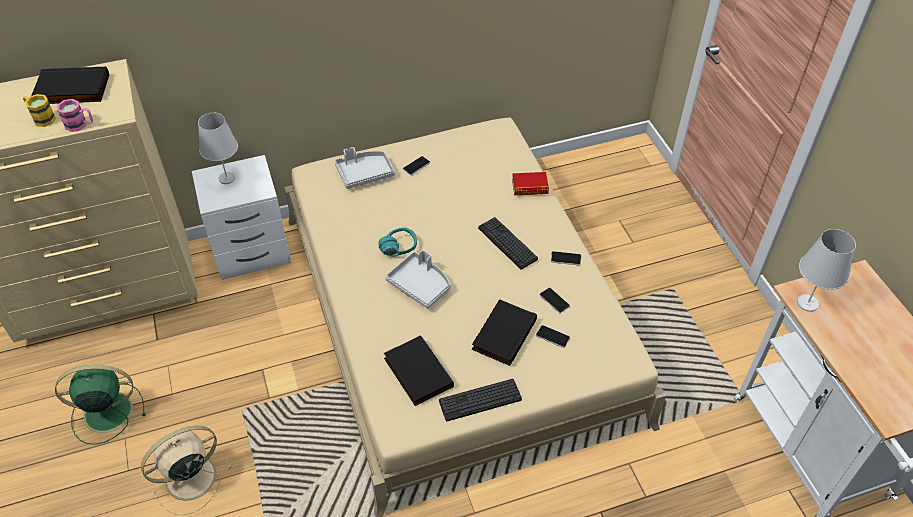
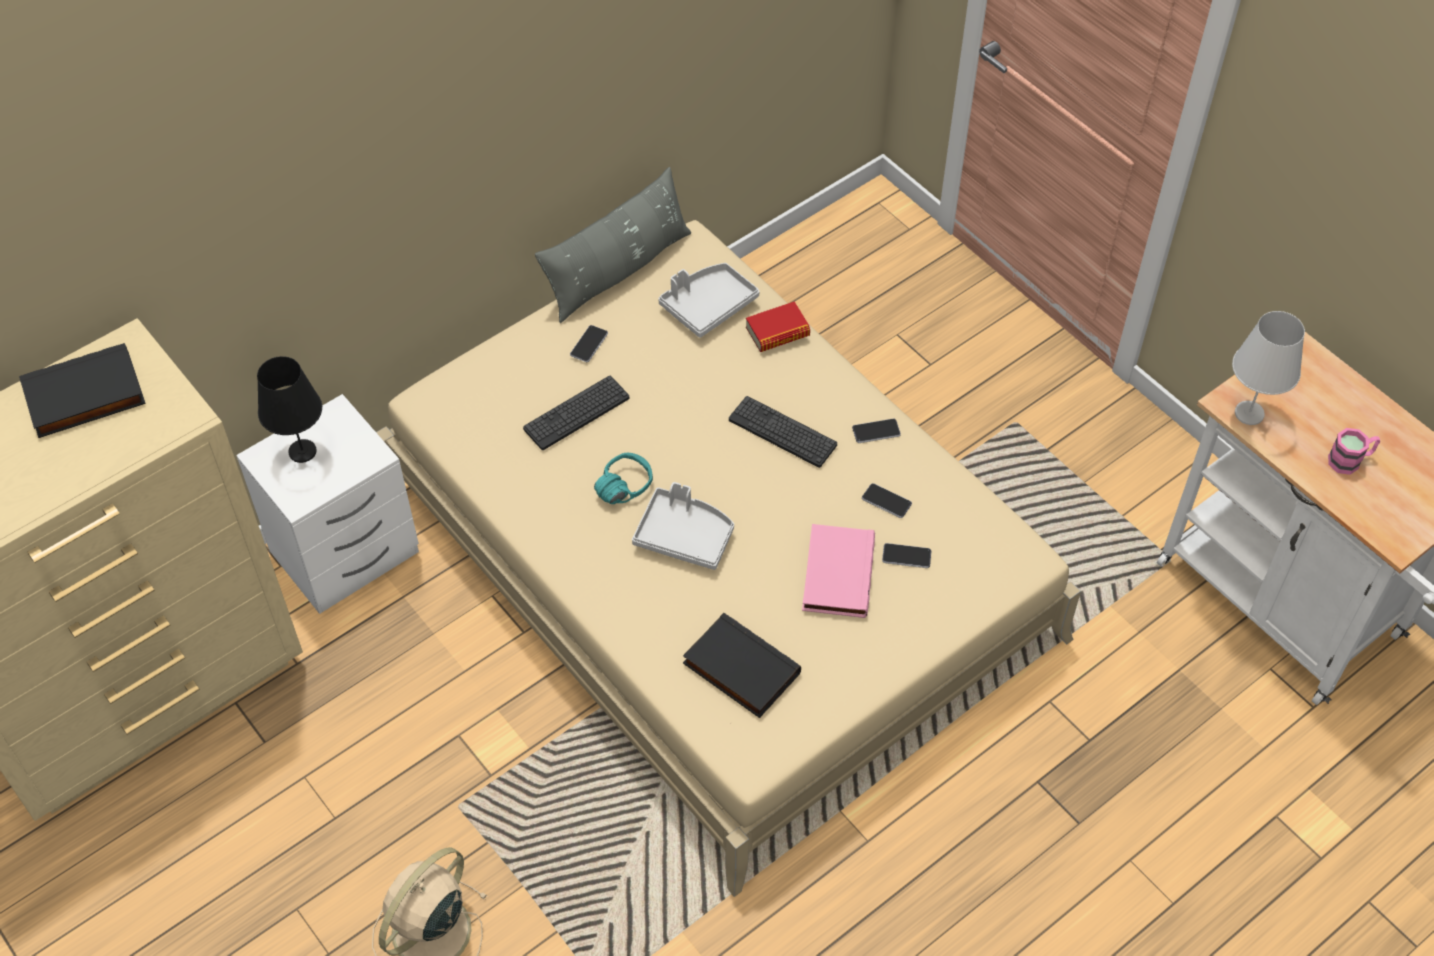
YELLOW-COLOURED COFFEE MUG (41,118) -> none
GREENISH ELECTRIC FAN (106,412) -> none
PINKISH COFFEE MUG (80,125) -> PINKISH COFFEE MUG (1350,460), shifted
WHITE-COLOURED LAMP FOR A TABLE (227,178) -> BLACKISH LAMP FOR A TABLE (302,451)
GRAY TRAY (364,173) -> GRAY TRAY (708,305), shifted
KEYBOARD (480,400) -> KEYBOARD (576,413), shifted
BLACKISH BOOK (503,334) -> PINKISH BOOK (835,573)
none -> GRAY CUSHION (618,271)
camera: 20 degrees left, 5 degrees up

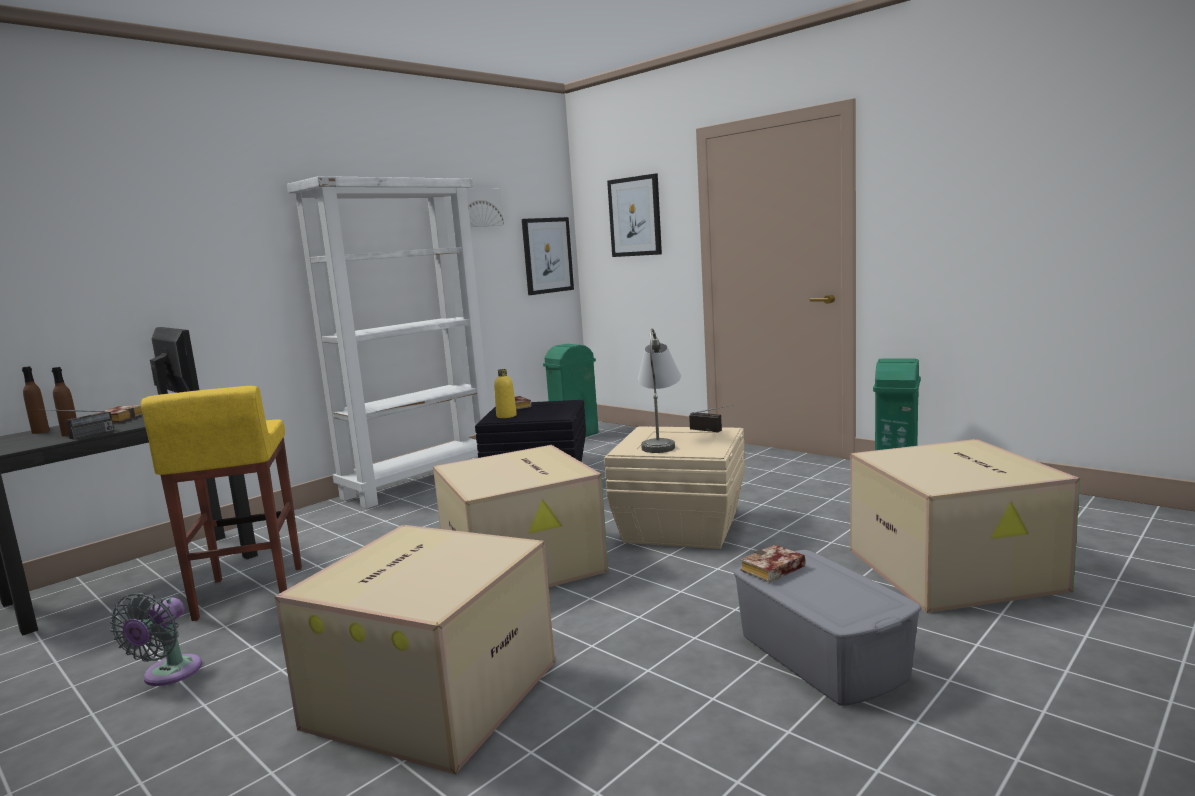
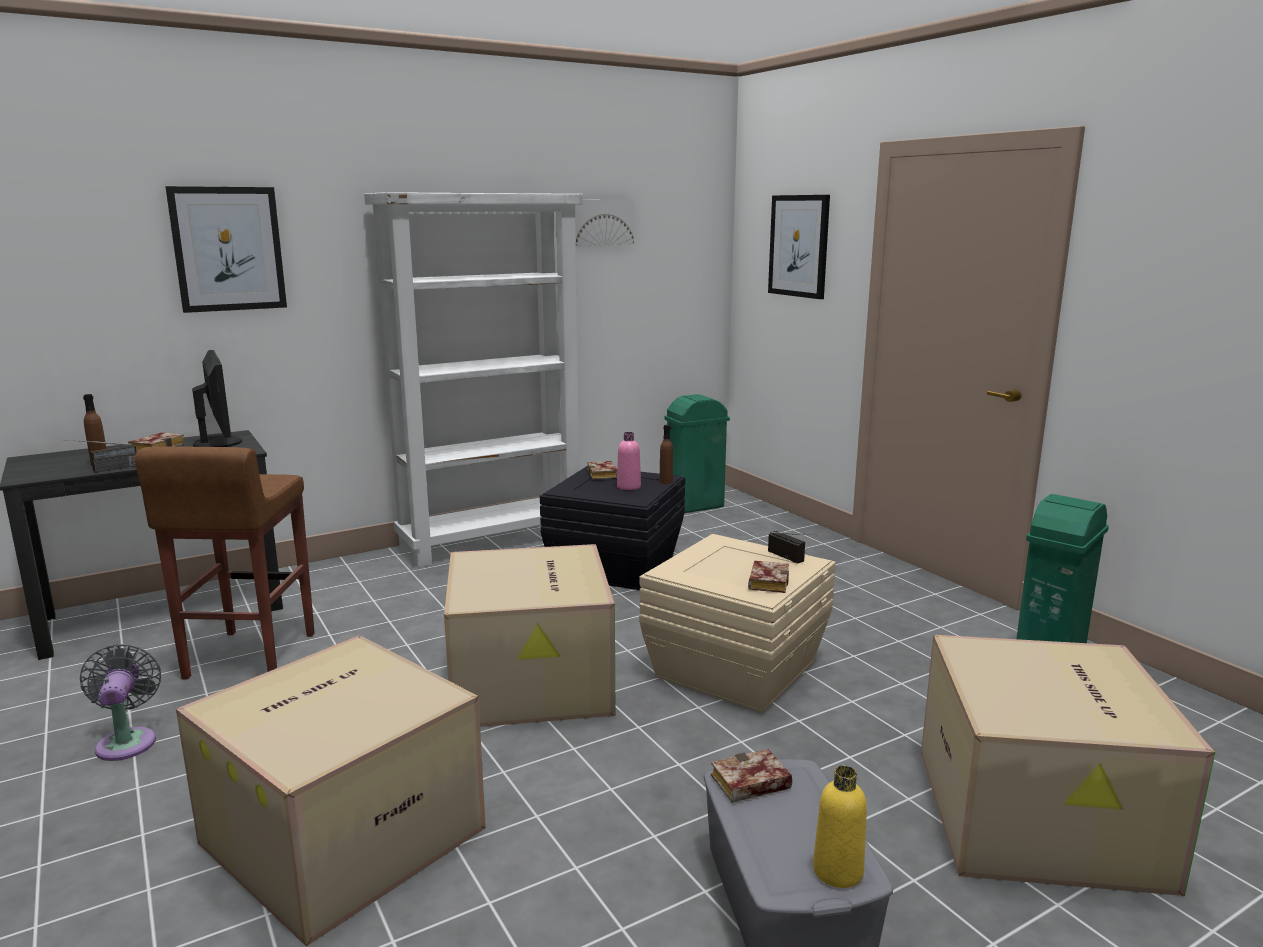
BROWN-COLOURED BEVERAGE BOTTLE (40,431) -> BROWN-COLOURED BEVERAGE BOTTLE (666,482), shifted
GRAY ELECTRIC FAN (168,674) -> GRAY ELECTRIC FAN (127,741), 135 degrees clockwise
YELLOW-COLOURED STOOL SEAT (248,593) -> BROWN-COLOURED STOOL SEAT (248,656)
YELLOW-COLOURED BEVERAGE BOTTLE (506,416) -> YELLOW-COLOURED BEVERAGE BOTTLE (837,871), shifted
WALL PICTURE (547,255) -> WALL PICTURE (228,249), shifted
GRAY LAMP FOR A TABLE (661,442) -> none
none -> PINKISH BEVERAGE BOTTLE (628,487)
none -> BOOK (767,581)
camera: 15 degrees right, 5 degrees up

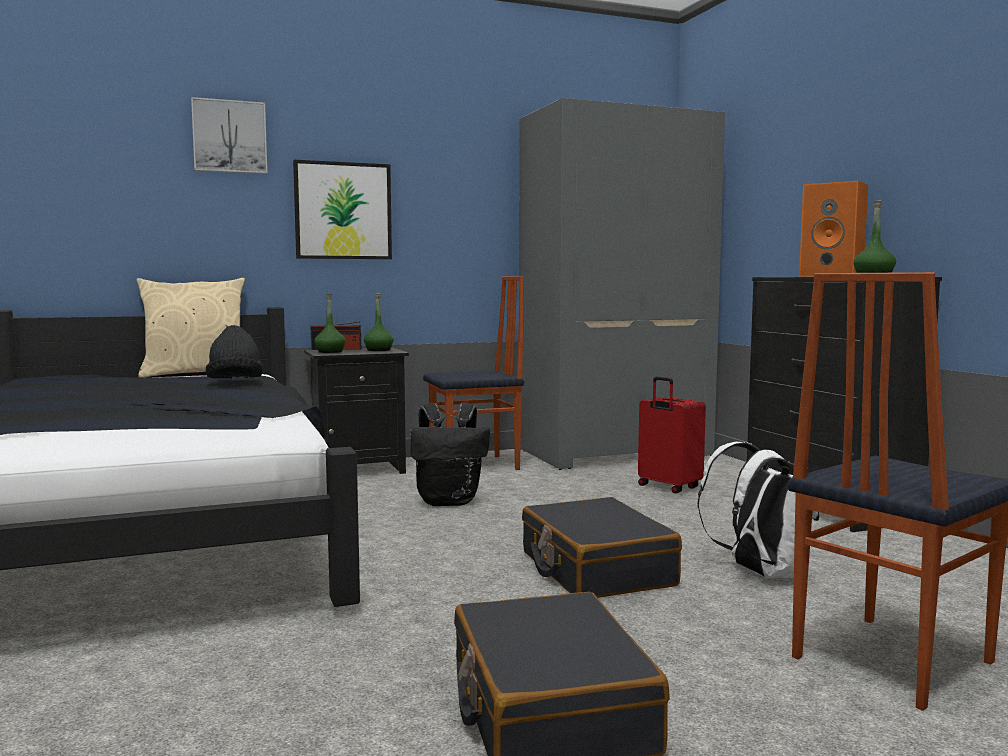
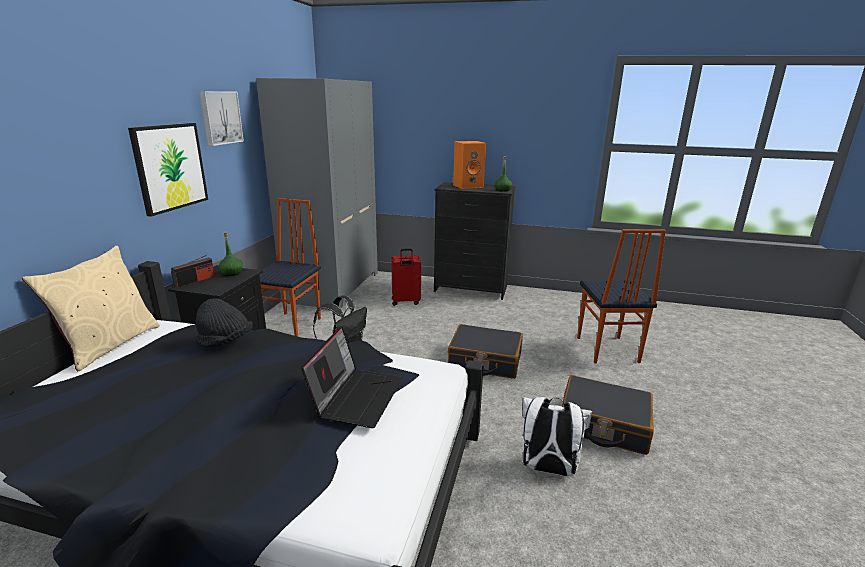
WALL PICTURE (229,137) -> WALL PICTURE (220,117), shifted
GREENISH BEVERAGE BOTTLE (330,352) -> none
WHITE-COLOURED RUCKSACK (759,572) -> WHITE-COLOURED RUCKSACK (548,469), shifted
none -> LAPTOP (357,396)
camera: 55 degrees left, 15 degrees up

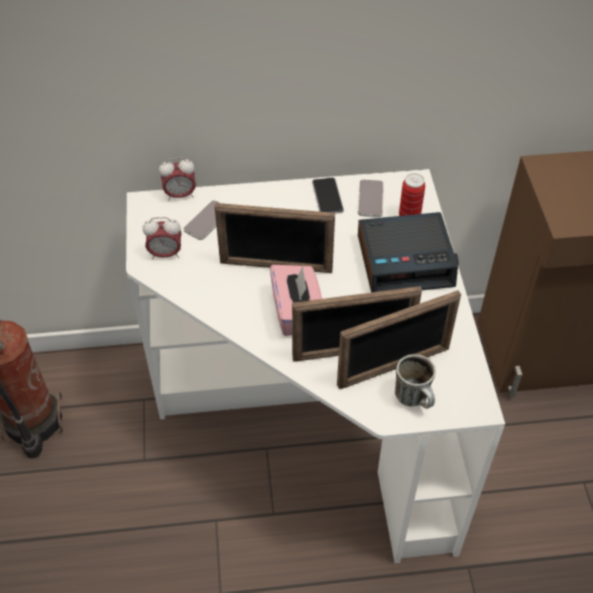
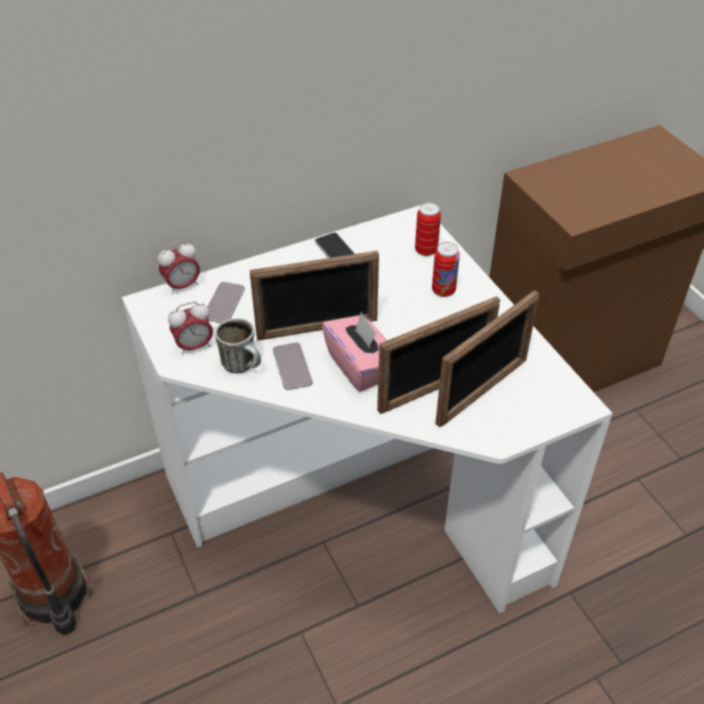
PHONE (370,199) -> PHONE (292,367), shifted
BEDSIDE CLOCK (406,260) -> SEALED CAN (443,291)
COFFEE MUG (415,399) -> COFFEE MUG (244,366), shifted
camera: 20 degrees left, 5 degrees down

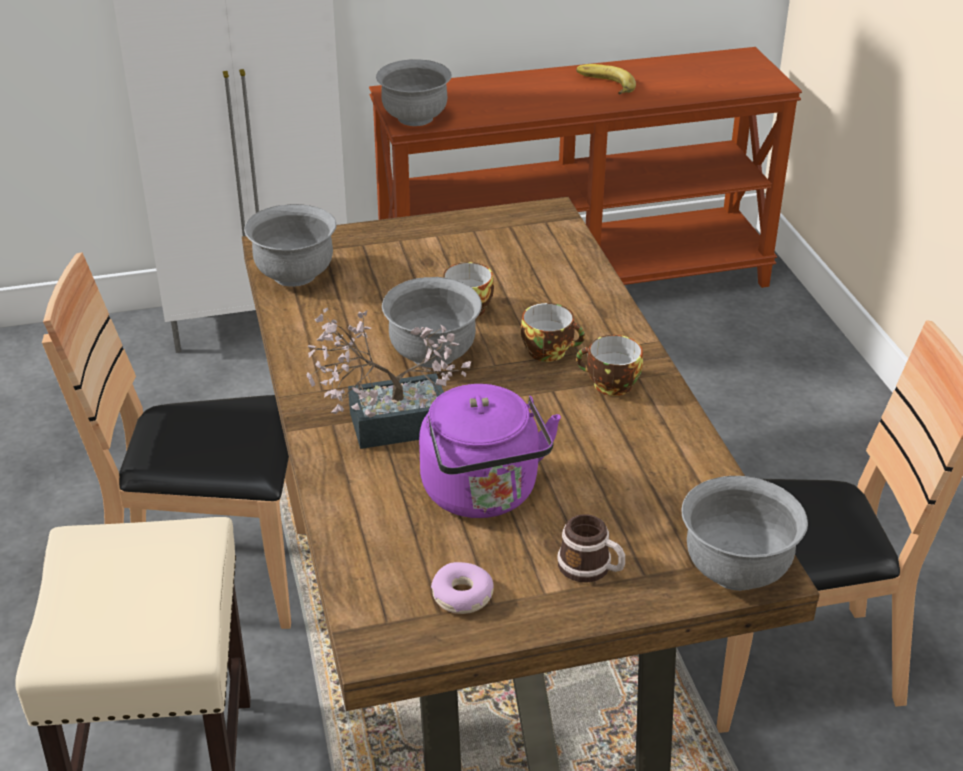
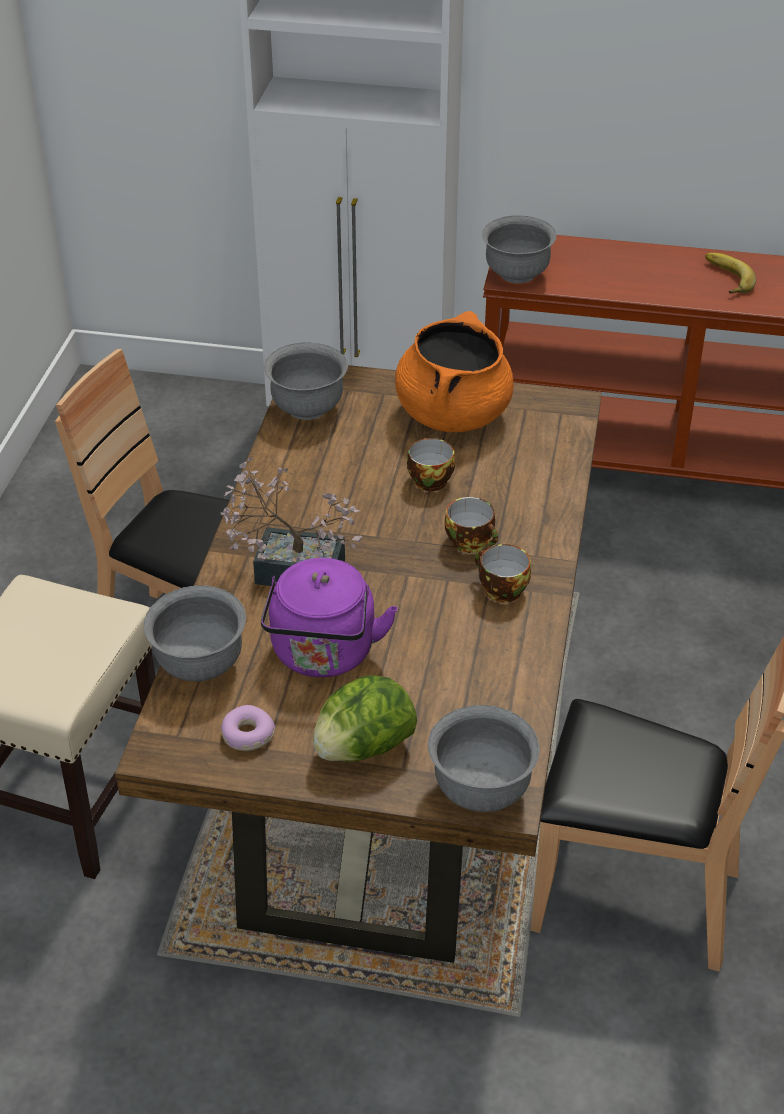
GRAY BOWL (432,355) -> GRAY BOWL (200,665), shifted
COFFEE MUG (591,569) -> HEAD OF LETTUCE (364,747)
none -> ORANGEY STOCKPOT (453,414)
camera: 25 degrees right, 5 degrees up

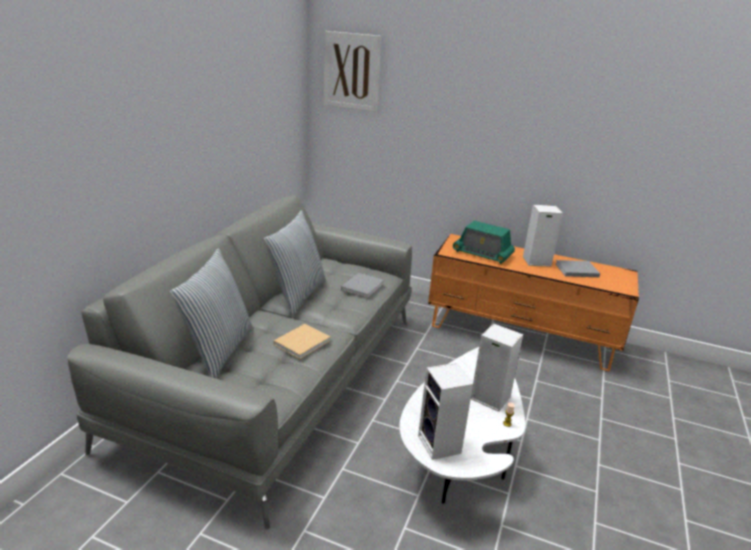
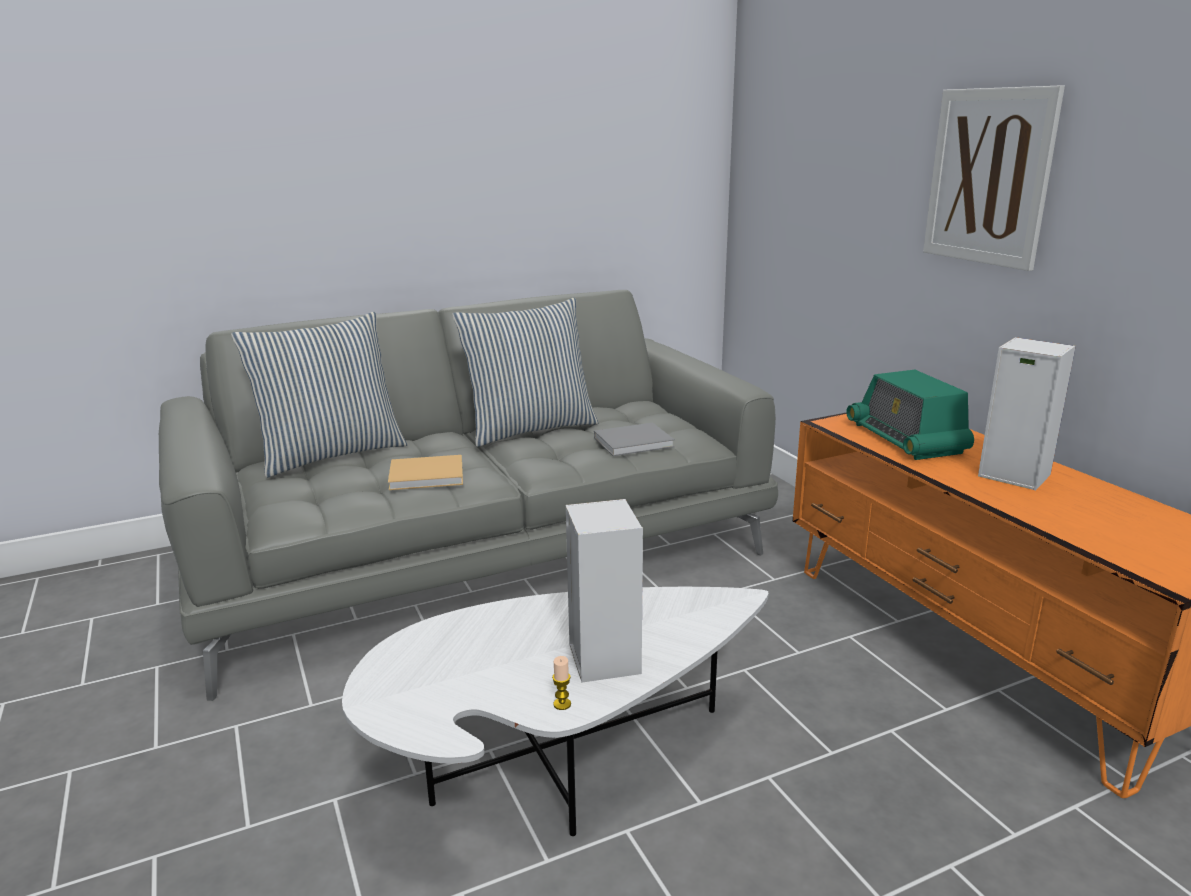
WALL PICTURE (351,71) -> WALL PICTURE (989,177), shifted
SPEAKER (441,445) -> none
GRAY BOOK (575,270) -> none
camera: 45 degrees right, 5 degrees down

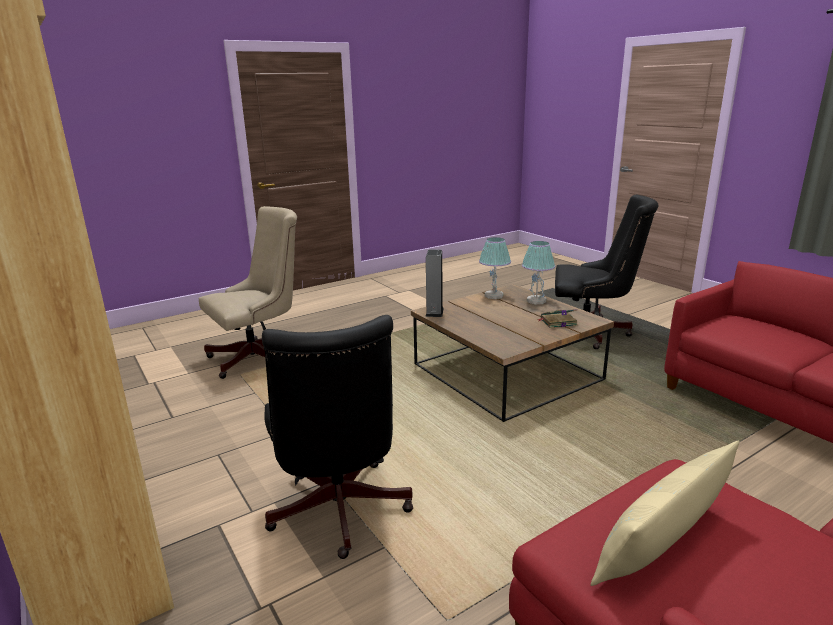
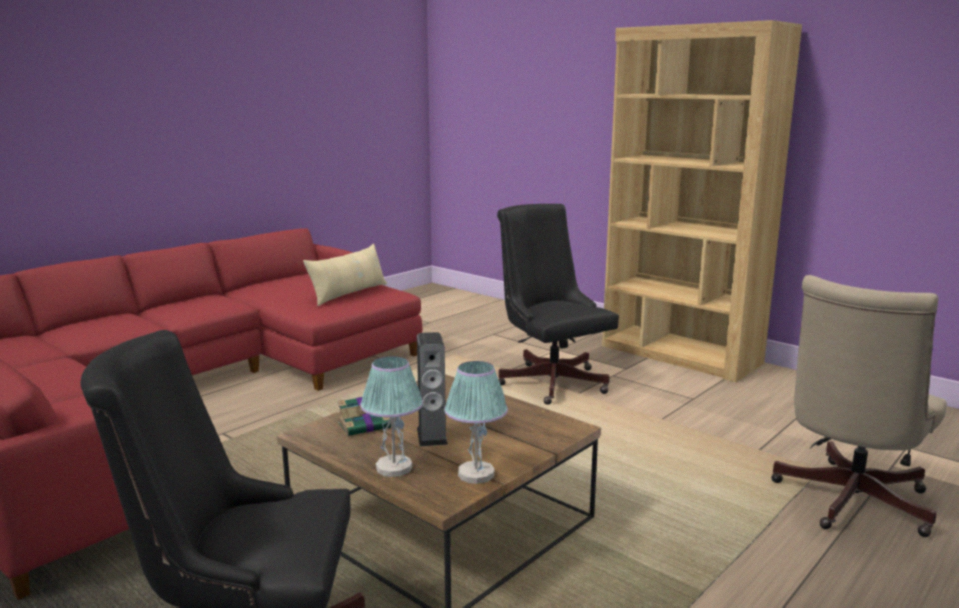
SPEAKER (434,312) -> SPEAKER (432,436), shifted
camera: 165 degrees right, 5 degrees down

